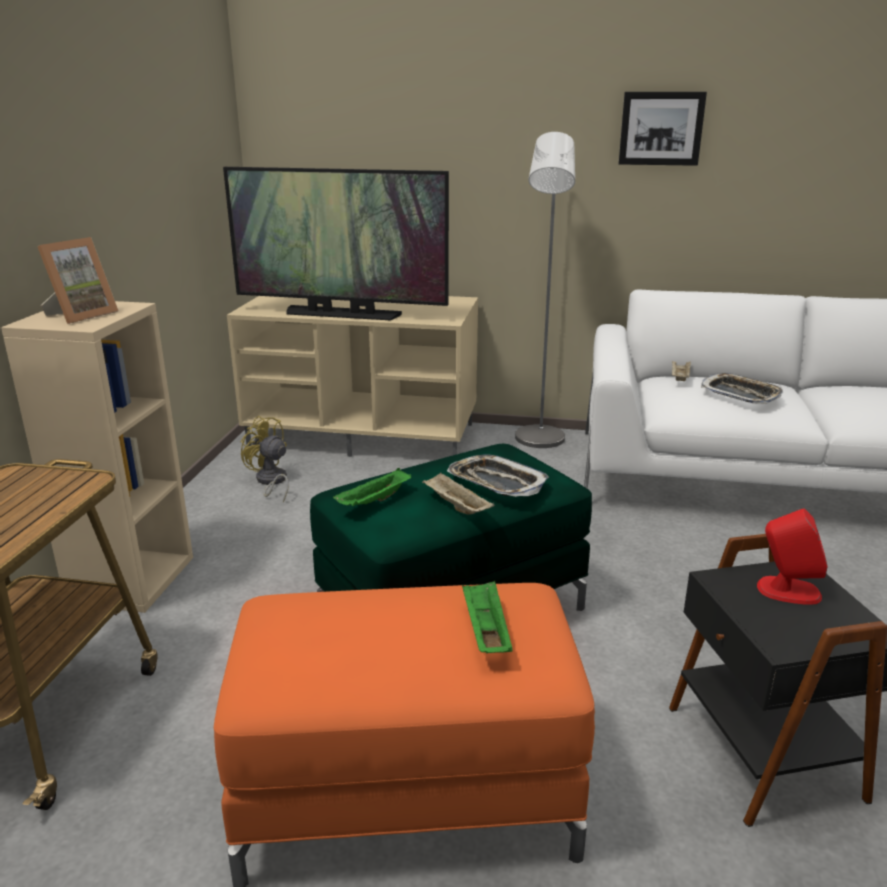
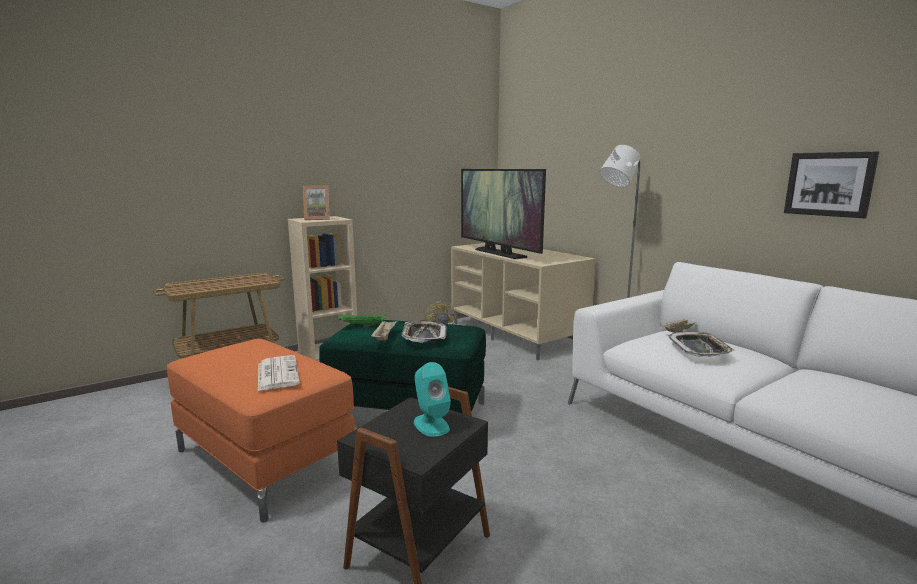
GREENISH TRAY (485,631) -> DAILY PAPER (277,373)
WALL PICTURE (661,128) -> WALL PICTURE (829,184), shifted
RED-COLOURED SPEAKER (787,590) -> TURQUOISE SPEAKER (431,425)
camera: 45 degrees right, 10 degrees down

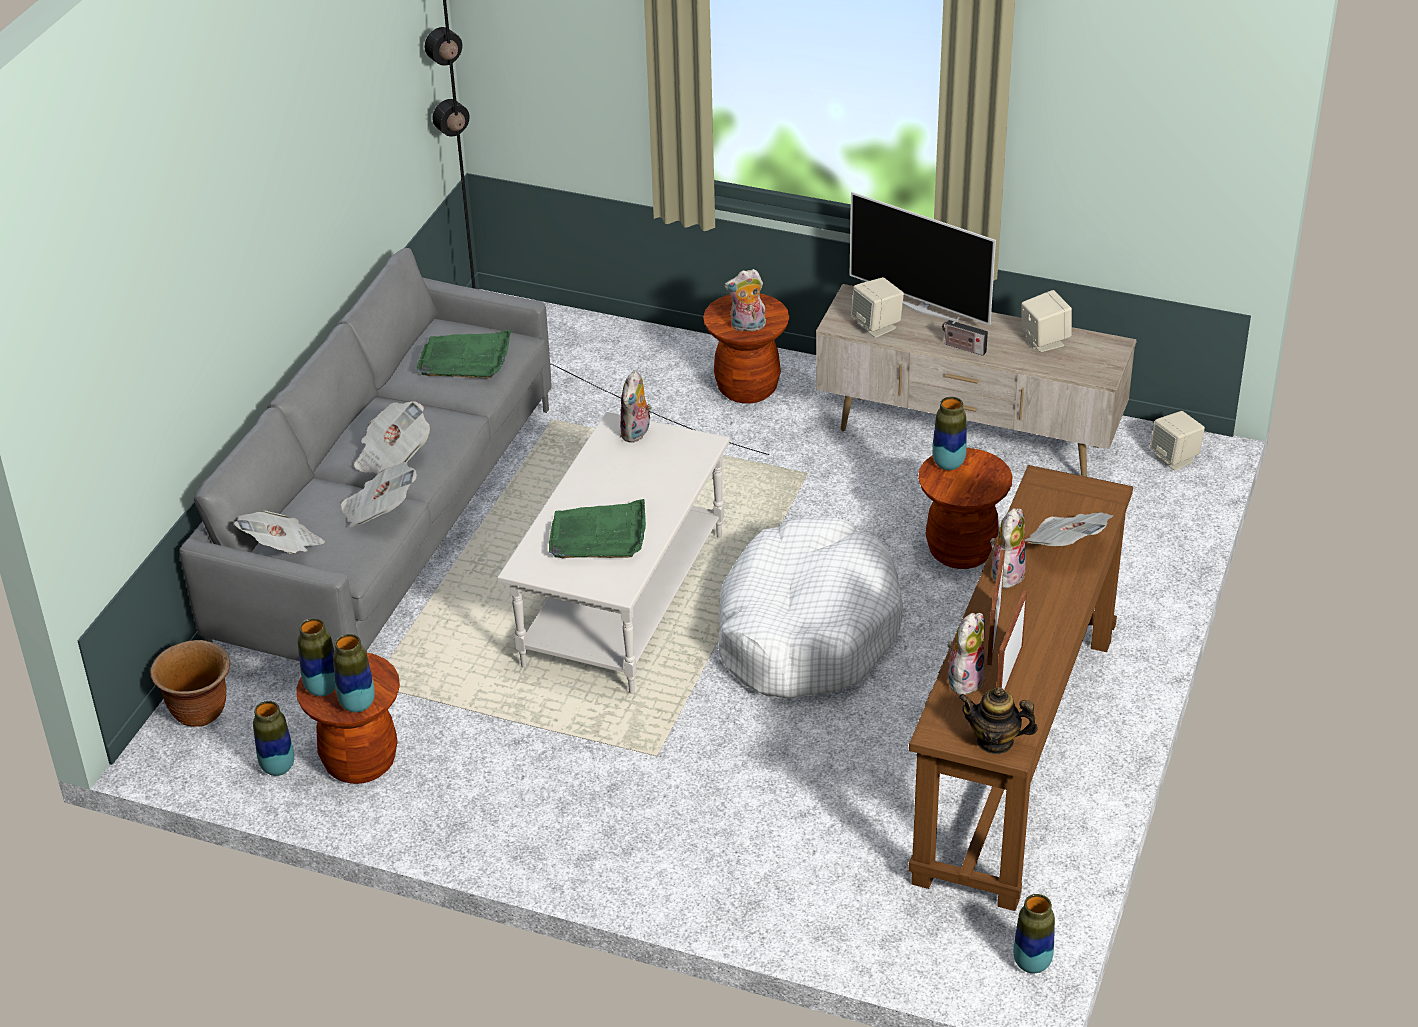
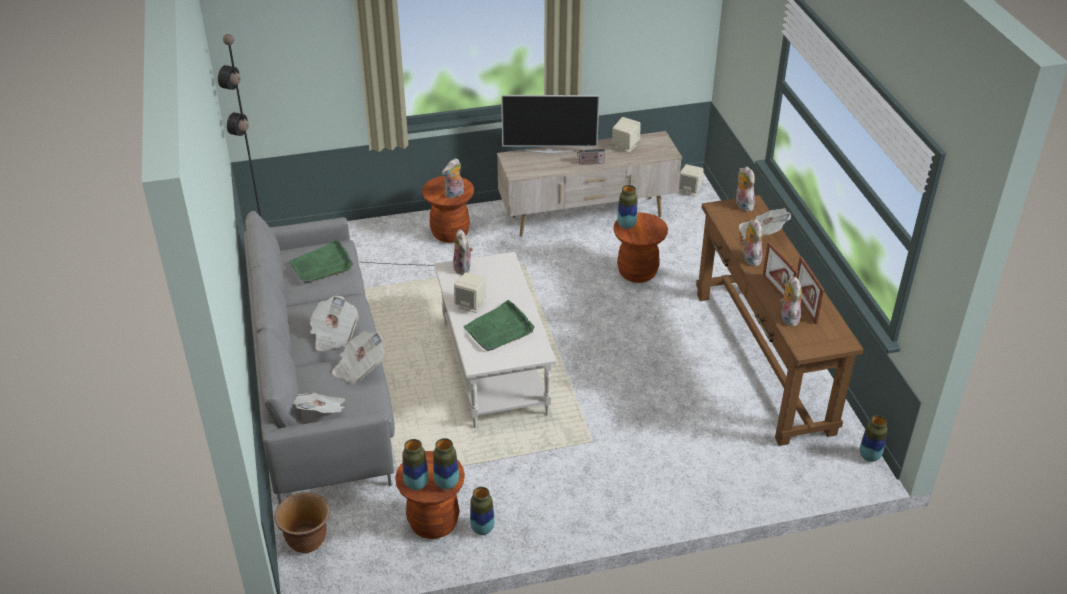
DECORATIVE VASE (278,767) -> DECORATIVE VASE (482,529), shifted
WHITE-COLOURED DOG CUSHION (806,629) -> none
SAND-COLOURED SPEAKER (877,326) -> SAND-COLOURED SPEAKER (471,304), shifted
TEA POT (995,741) -> none
none -> CUDDLY TOY (742,205)
camera: 35 degrees left, 0 degrees up

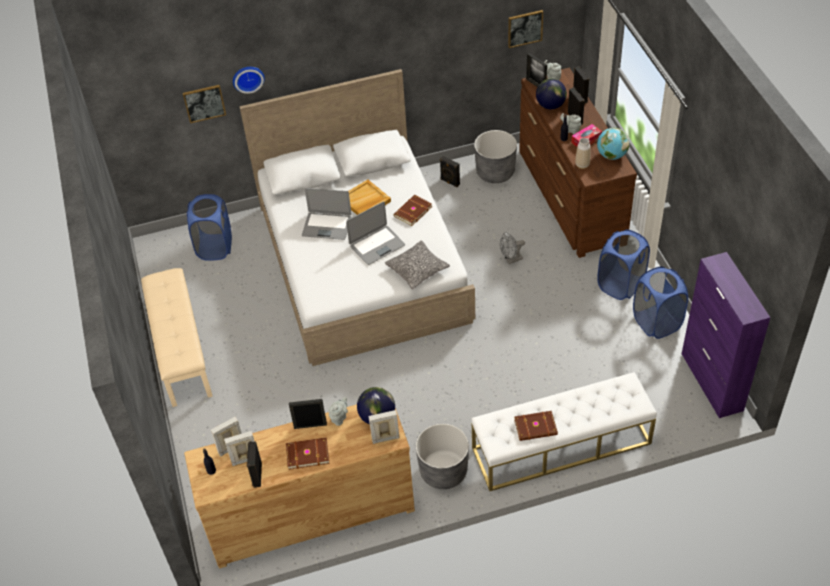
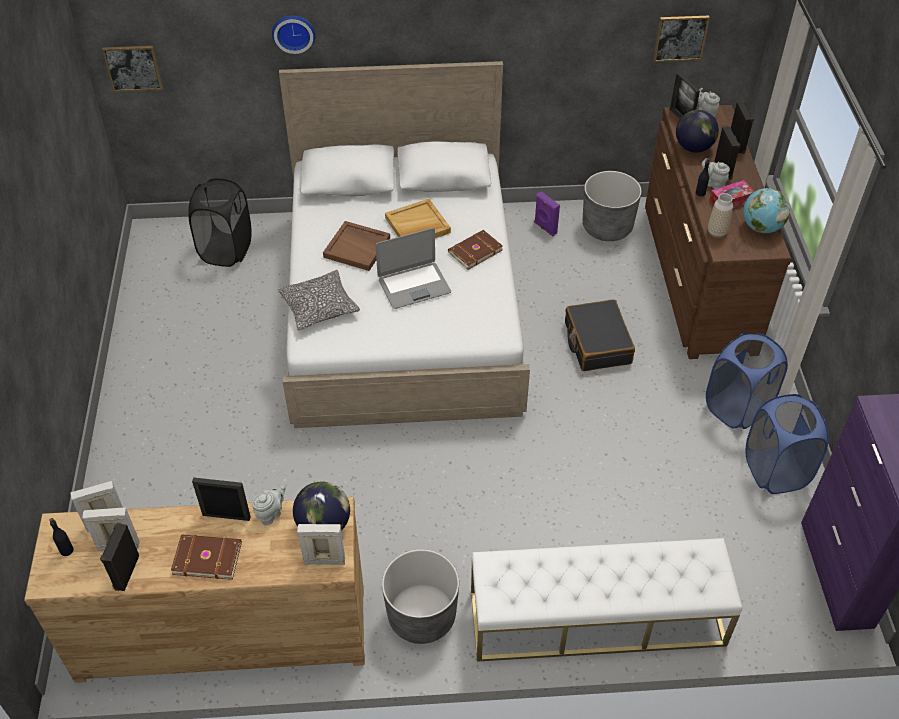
SAND-COLOURED INDOOR BENCH (180,351) -> none
WALL PICTURE (204,103) -> WALL PICTURE (133,67), shifted
BLUISH HAMPER (215,247) -> BLACKISH HAMPER (226,250)
LAPTOP (327,226) -> BROWN-COLOURED TRAY (357,247)
CUSHION (417,269) -> CUSHION (319,307), shifted
BLACKISH SPEAKER (449,182) -> PURPLE SPEAKER (544,228)
GRAY ELECTRIC FAN (511,260) -> BLACKISH TRAVEL CASE (597,343)
BROWN-COLOURED BOOK (536,428) -> none
camera: 10 degrees right, 0 degrees up

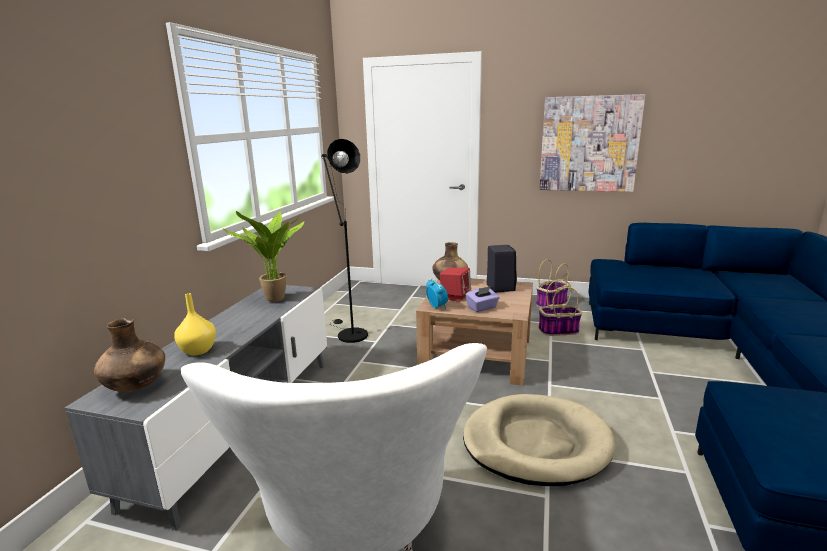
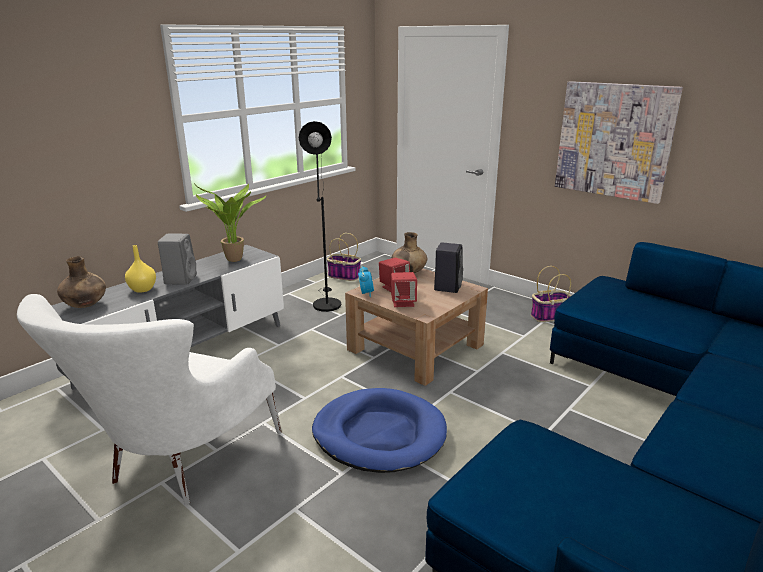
SAND-COLOURED DOG CUSHION (536,443) -> BLUISH DOG CUSHION (379,434)
PURPLE BOX OF TISSUES (482,308) -> RED-COLOURED SPEAKER (403,302)
STORAGE BASKET (558,331) -> STORAGE BASKET (343,276), shifted
none -> GRAY SPEAKER (180,279)
camera: 25 degrees right, 5 degrees up

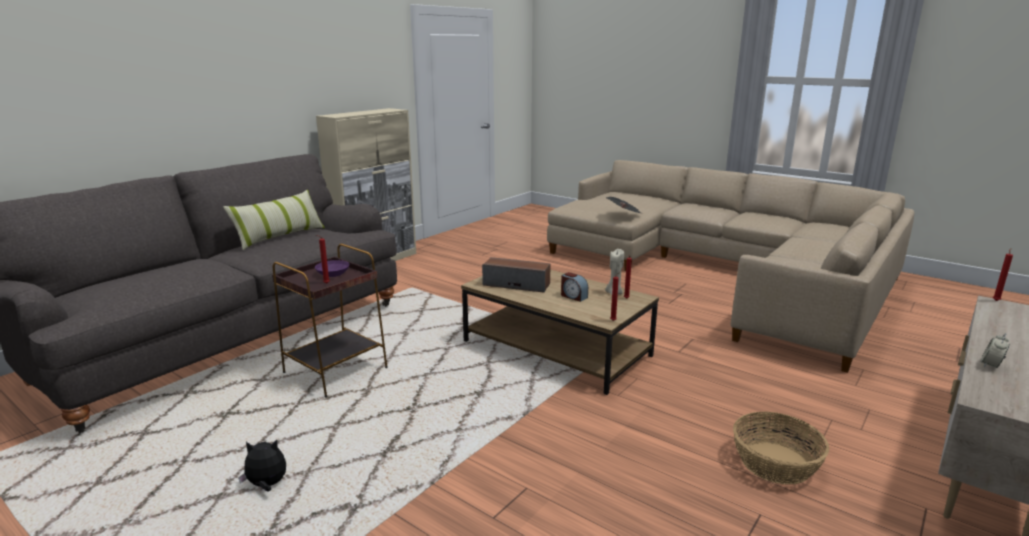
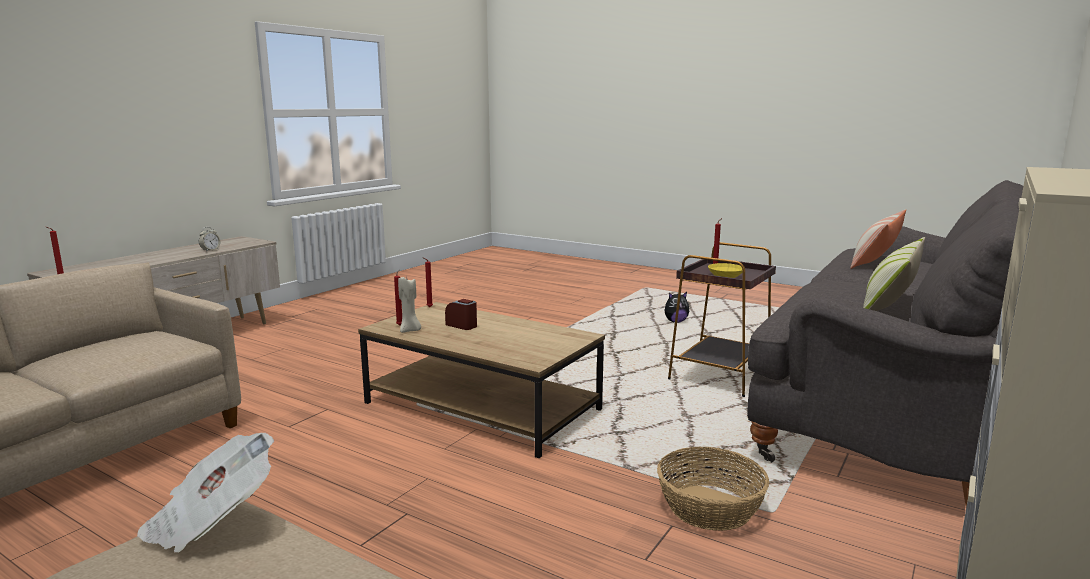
PURPLE BOWL (332,274) -> YELLOW-COLOURED BOWL (725,276)
SPEAKER (516,284) -> none
STORAGE BASKET (774,463) -> STORAGE BASKET (710,507), shifted
none -> CUSHION (875,260)
camera: 175 degrees right, 5 degrees down

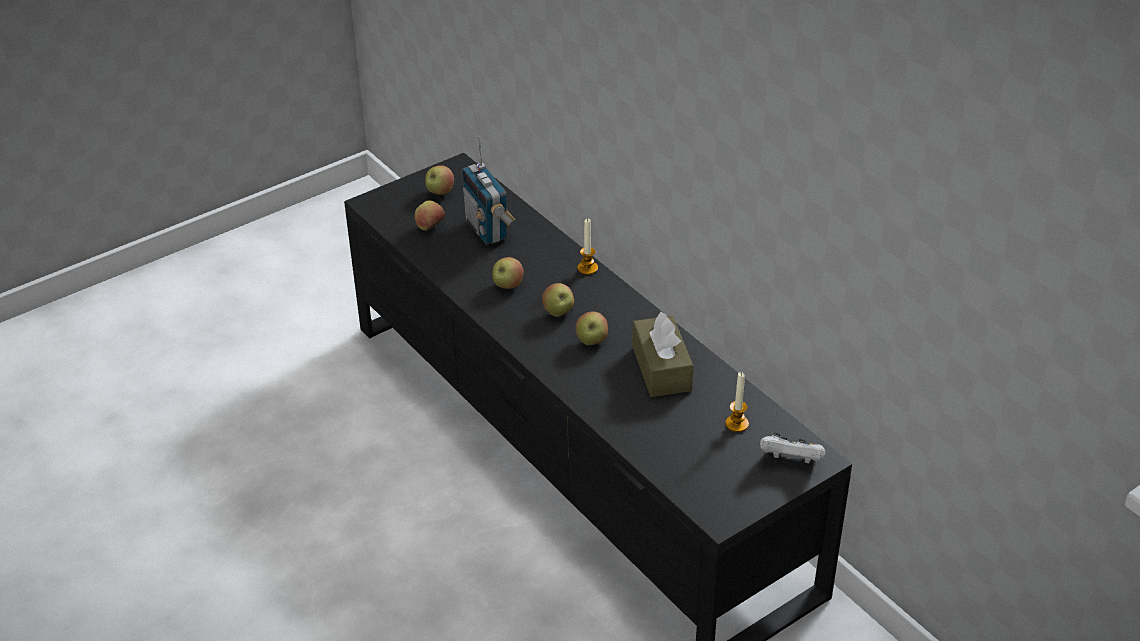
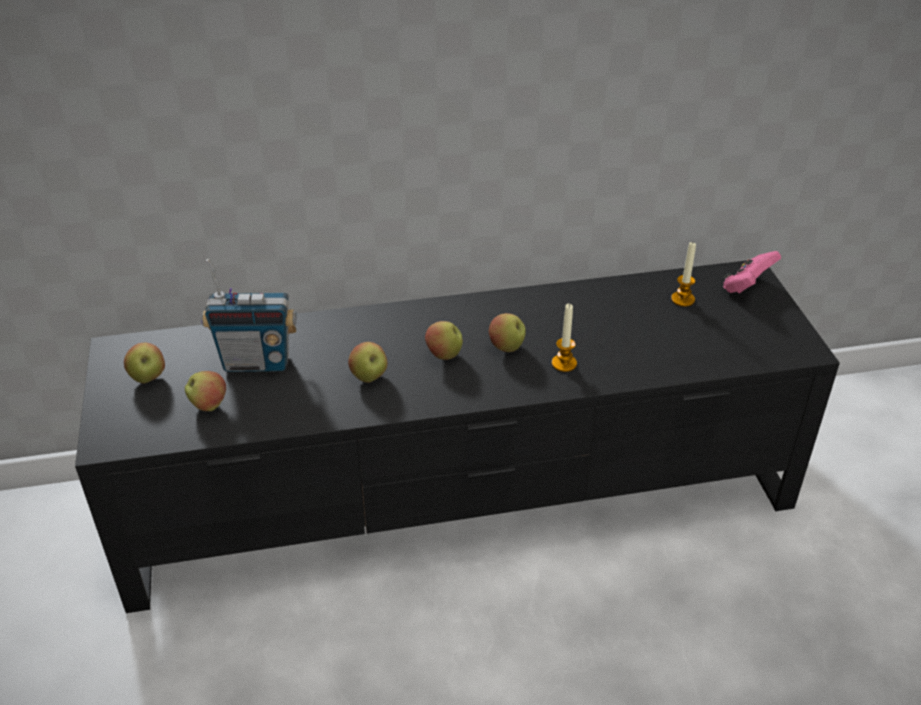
CANDLE (587,268) -> CANDLE (564,363), shifted
BROWN-COLOURED BOX OF TISSUES (661,368) -> none
WHITE-COLOURED GAMEPAD (791,461) -> PINKISH GAMEPAD (746,287)
camera: 65 degrees left, 0 degrees up

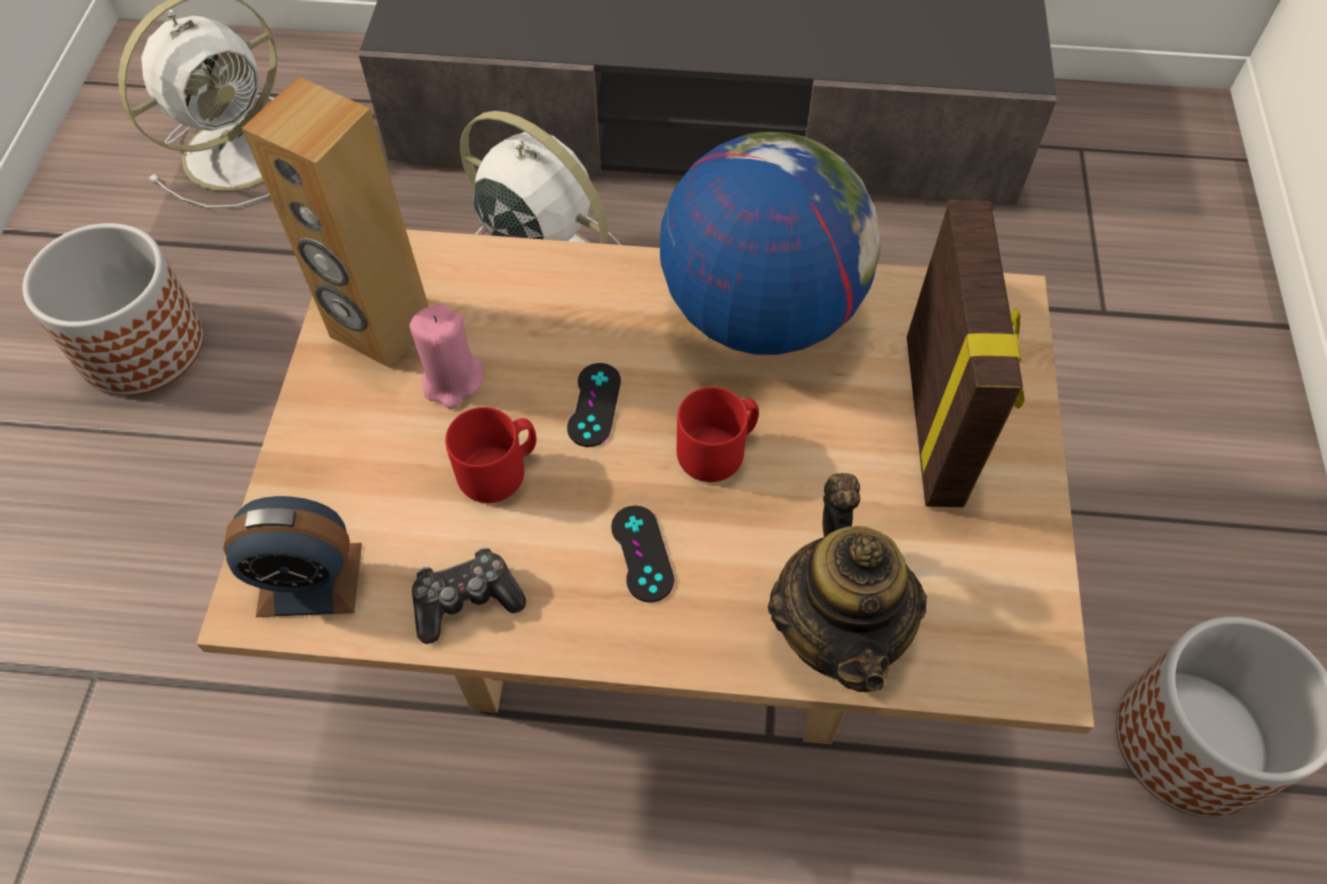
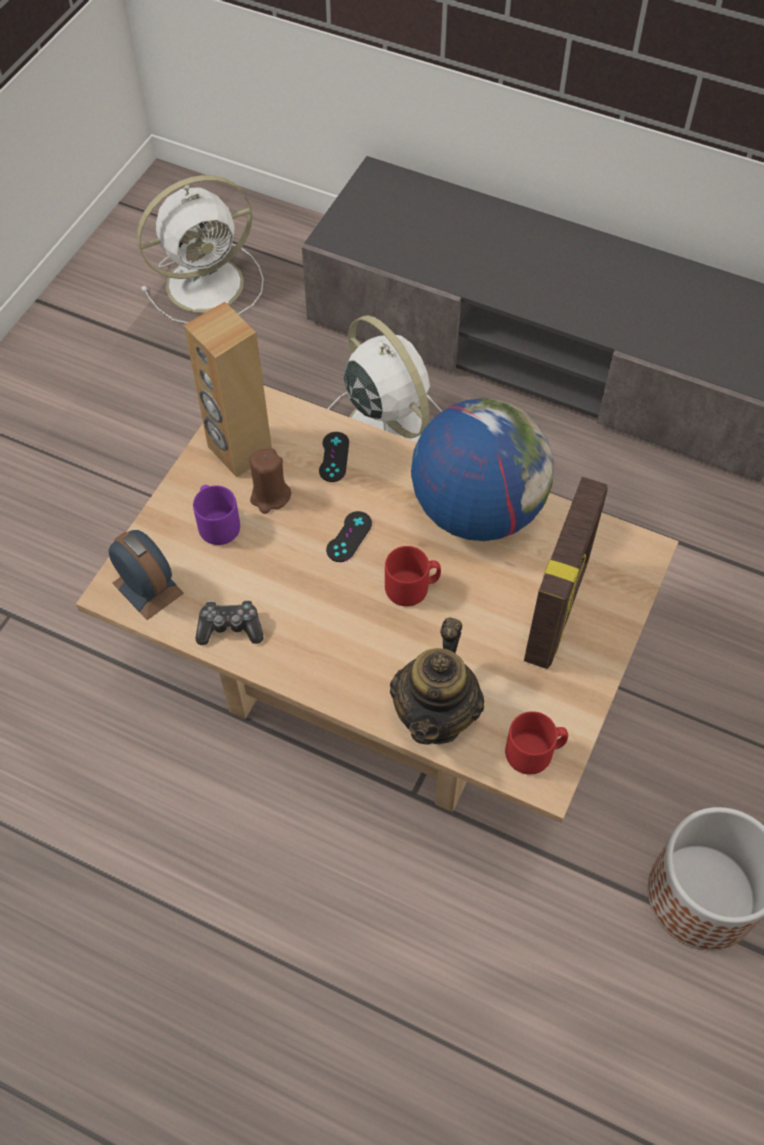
PLANTER (141,346) -> none
BEDSIDE CLOCK (310,579) -> BEDSIDE CLOCK (148,588), 150 degrees counterclockwise
PINKISH CANDLE (452,381) -> BROWN-COLOURED CANDLE (270,496)
RED-COLOURED COFFEE MUG (499,470) -> RED-COLOURED COFFEE MUG (534,752), shifted
BLACKISH GAMEPAD (642,553) -> BLACKISH GAMEPAD (334,457), shifted
none -> PURPLE COFFEE MUG (217,524)
camera: 20 degrees right, 0 degrees up

